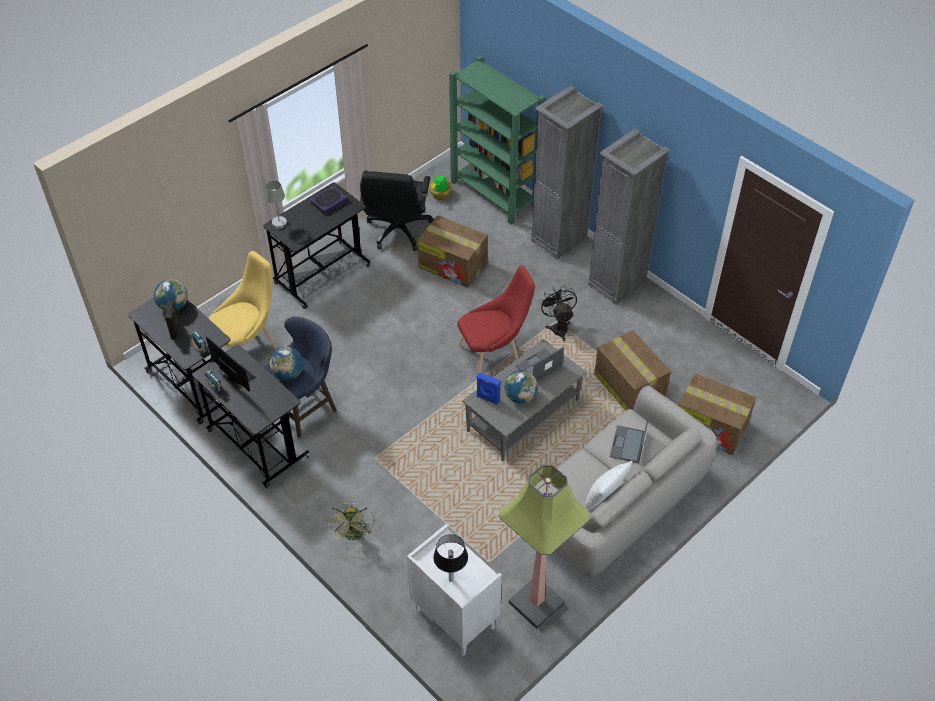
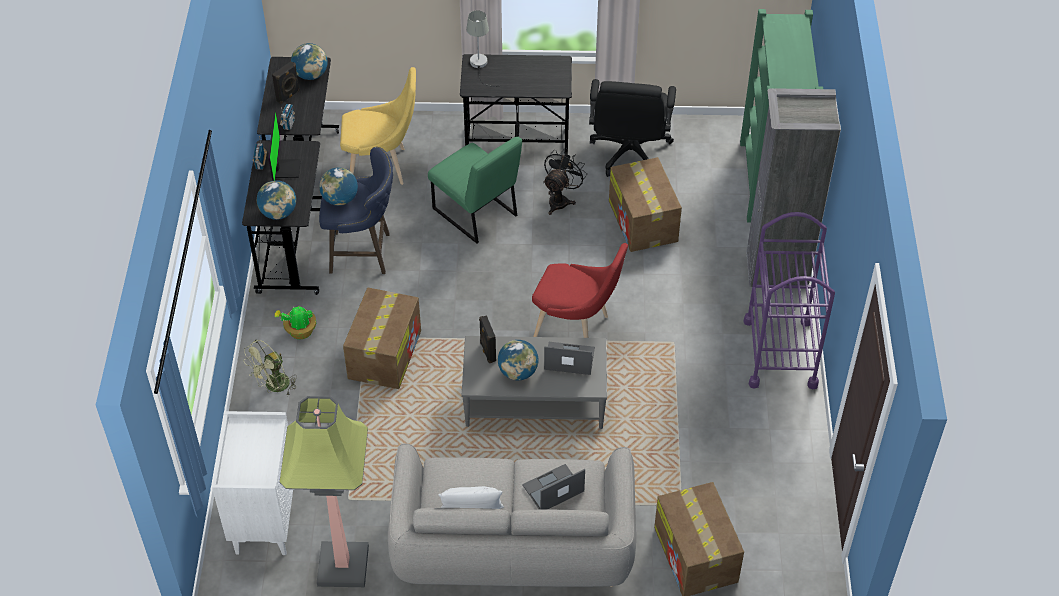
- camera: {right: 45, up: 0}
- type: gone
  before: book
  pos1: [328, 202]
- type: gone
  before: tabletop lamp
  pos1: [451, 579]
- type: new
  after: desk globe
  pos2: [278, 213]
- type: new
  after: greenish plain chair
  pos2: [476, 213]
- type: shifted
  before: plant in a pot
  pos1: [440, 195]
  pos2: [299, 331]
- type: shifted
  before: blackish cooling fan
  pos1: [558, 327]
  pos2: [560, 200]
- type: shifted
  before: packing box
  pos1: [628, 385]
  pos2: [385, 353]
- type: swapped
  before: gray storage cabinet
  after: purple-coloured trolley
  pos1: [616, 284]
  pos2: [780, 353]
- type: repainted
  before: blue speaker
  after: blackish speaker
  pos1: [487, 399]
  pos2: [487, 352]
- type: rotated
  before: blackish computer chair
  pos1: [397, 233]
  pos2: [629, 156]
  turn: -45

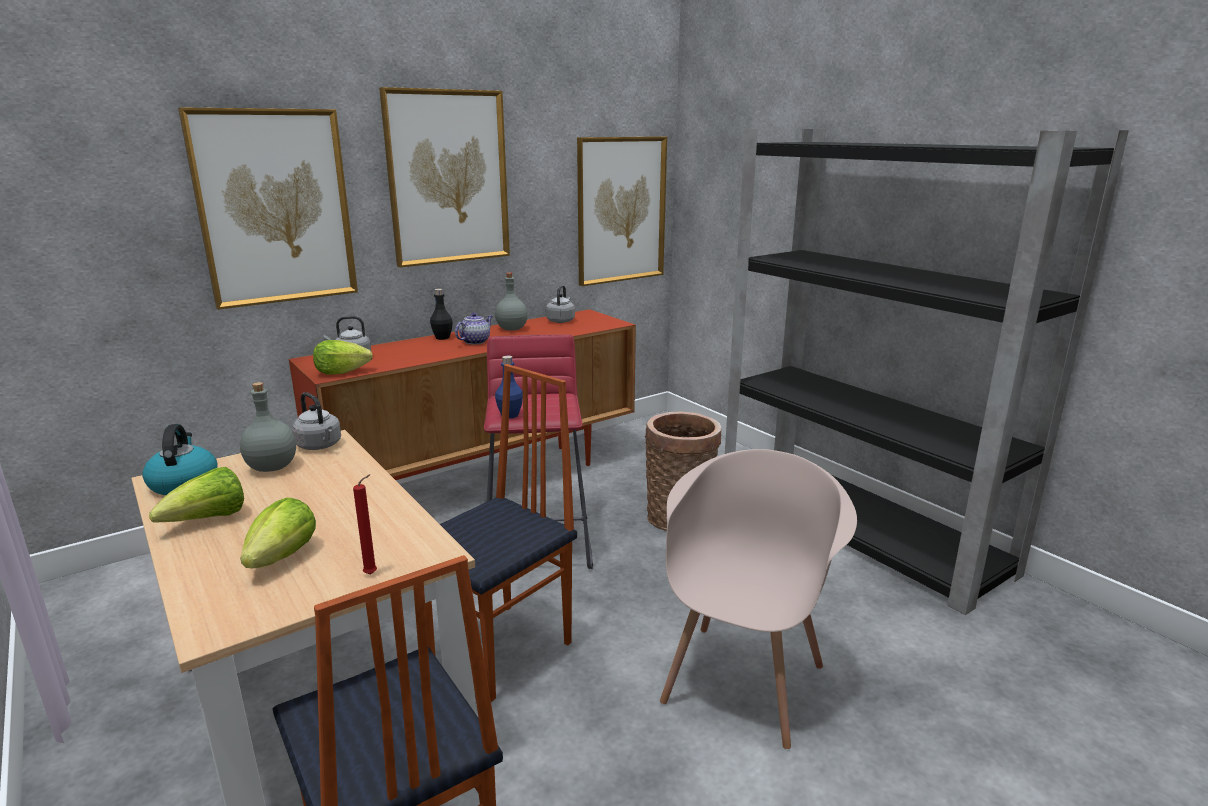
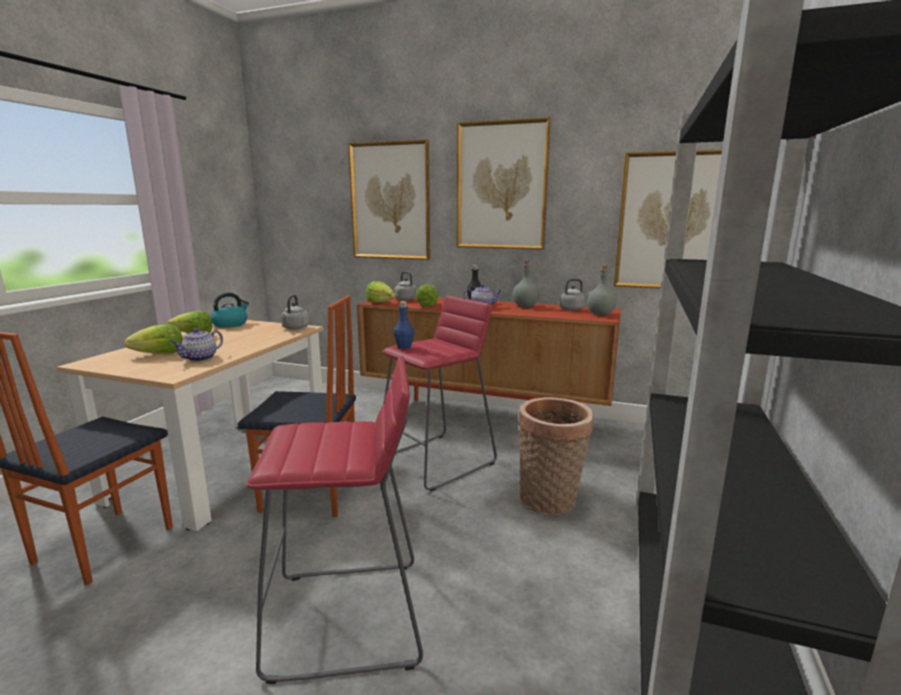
- camera: {right: 55, up: -5}
- type: gone
  before: reddish candle
  pos1: [373, 574]
- type: new
  after: tea pot
  pos2: [200, 358]
- type: new
  after: lettuce
  pos2: [428, 305]
- type: shifted
  before: gray drink bottle
  pos1: [271, 468]
  pos2: [600, 314]
- type: swapped
  before: sand-coloured plain chair
  after: reddish stool
  pos1: [743, 682]
  pos2: [348, 618]

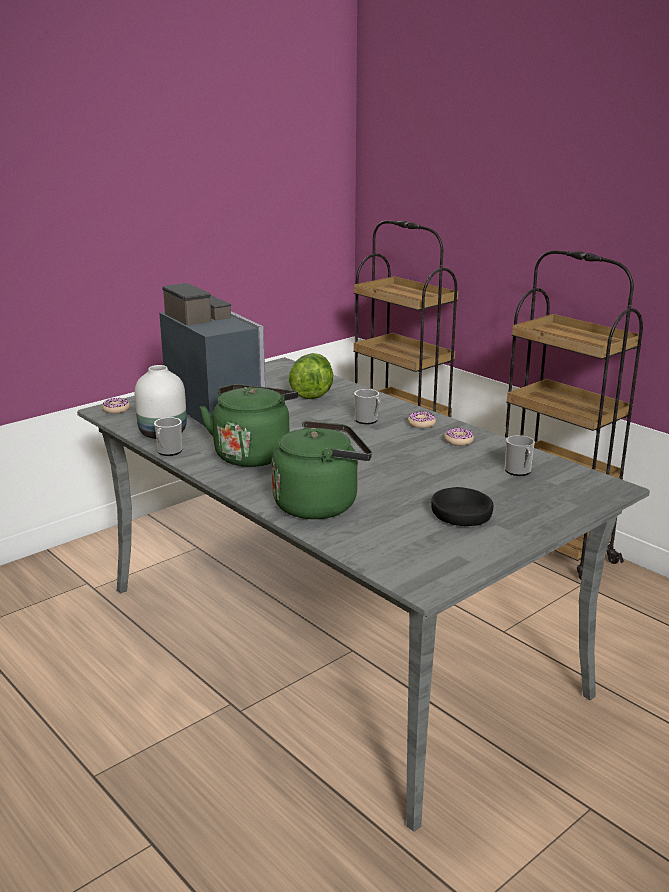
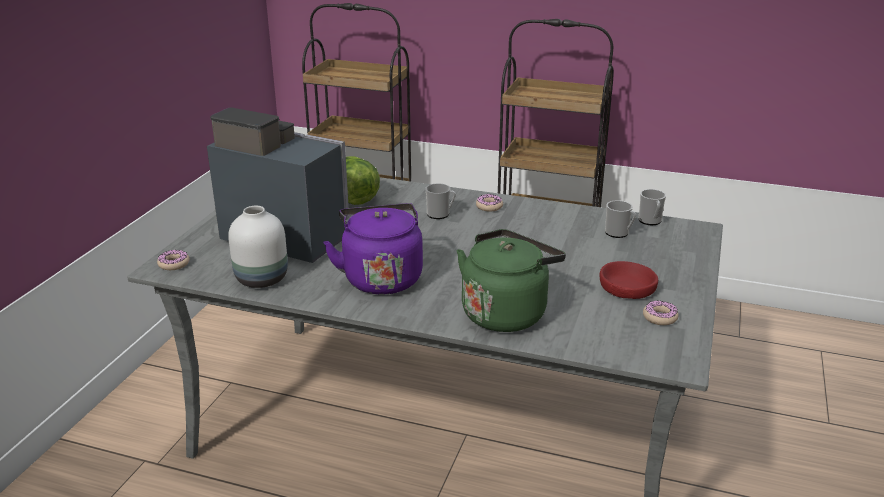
- camera: {right: -30, up: 5}
- type: shifted
  before: coffee mug
  pos1: [168, 452]
  pos2: [650, 221]
- type: shifted
  before: donut
  pos1: [458, 441]
  pos2: [660, 317]
- type: repainted
  before: greenish water kettle
  after: purple-coloured water kettle
  pos1: [253, 454]
  pos2: [381, 277]
- type: repainted
  before: blackish serving bowl
  after: reddish serving bowl
  pos1: [461, 515]
  pos2: [627, 287]

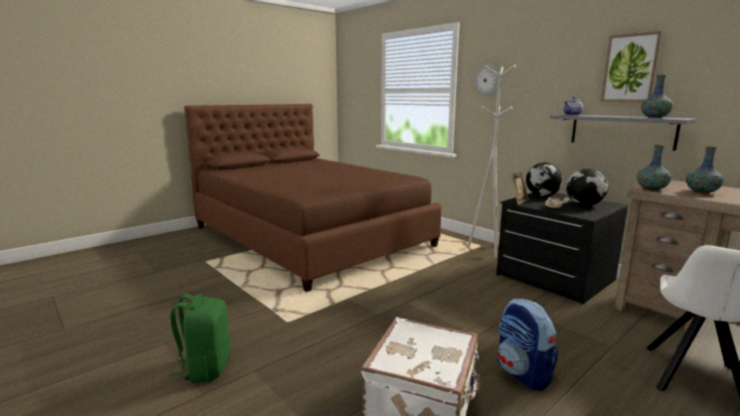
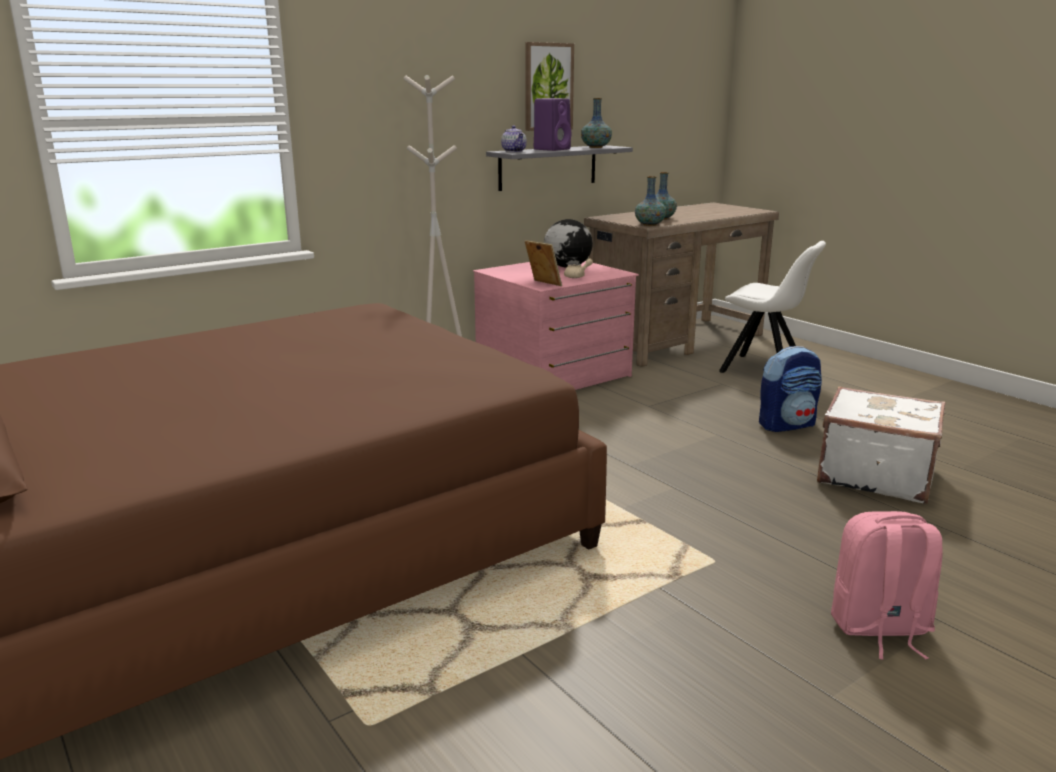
- camera: {right: -85, up: 5}
- type: gone
  before: hanging clock
  pos1: [487, 80]
- type: gone
  before: desk globe
  pos1: [542, 196]
- type: new
  after: purple-coloured speaker
  pos2: [552, 149]
- type: repainted
  before: greenish backpack
  after: pink-coloured backpack
  pos1: [205, 367]
  pos2: [879, 629]
- type: repainted
  before: blackish chest of drawers
  after: pink-coloured chest of drawers
  pos1: [554, 277]
  pos2: [554, 374]

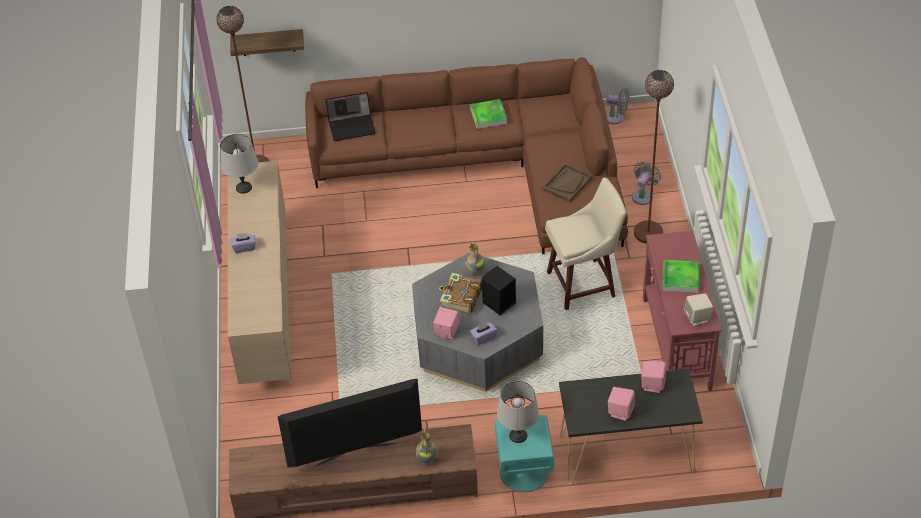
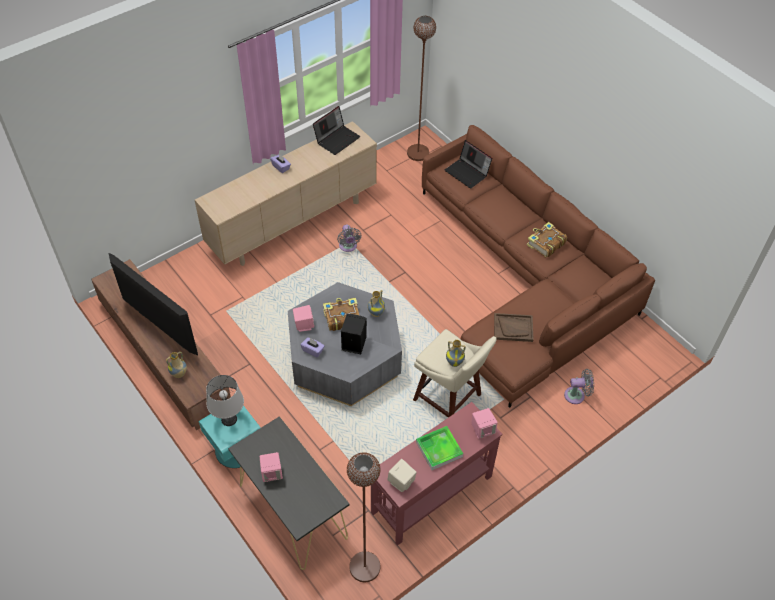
- camera: {right: 55, up: 5}
- type: gone
  before: bracket shelf
  pos1: [268, 42]
- type: new
  after: vase
  pos2: [454, 362]
- type: shifted
  before: gray cooling fan
  pos1: [616, 118]
  pos2: [348, 247]
- type: shifted
  before: brown-coloured standard lamp
  pos1: [648, 233]
  pos2: [365, 567]
- type: shifted
  before: pink-coloured speaker
  pos1: [652, 384]
  pos2: [482, 430]
- type: swapped
  before: gray tabletop lamp
  after: laptop
  pos1: [243, 187]
  pos2: [337, 139]
- type: swapped
  before: tray
  after: book
  pos1: [488, 116]
  pos2: [545, 244]

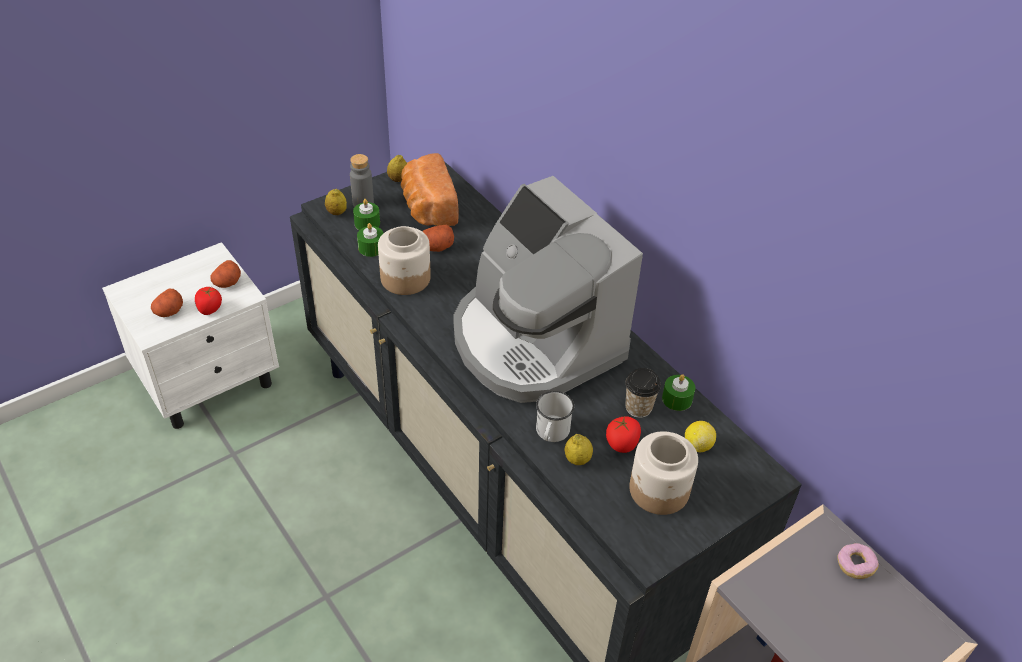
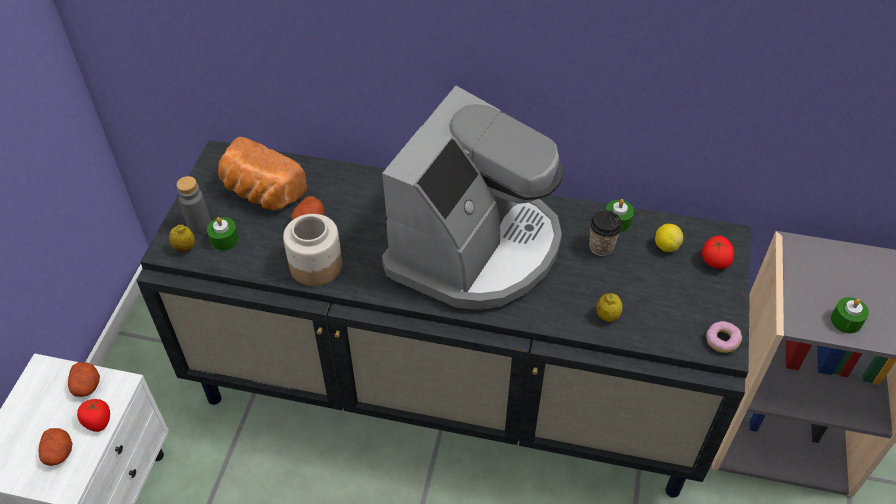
- camera: {right: -40, up: 5}
- type: gone
  before: whole lemon
  pos1: [398, 179]
- type: gone
  before: white coffee mug
  pos1: [551, 433]
- type: gone
  before: preserve jar
  pos1: [659, 491]
- type: shifted
  before: greenish candle
  pos1: [371, 248]
  pos2: [846, 321]
- type: shifted
  before: tomato
  pos1: [622, 444]
  pos2: [714, 261]
- type: shifted
  before: donut
  pos1: [855, 566]
  pos2: [722, 341]
- type: rotated
  before: coffee machine
  pos1: [534, 342]
  pos2: [475, 248]
  turn: -75

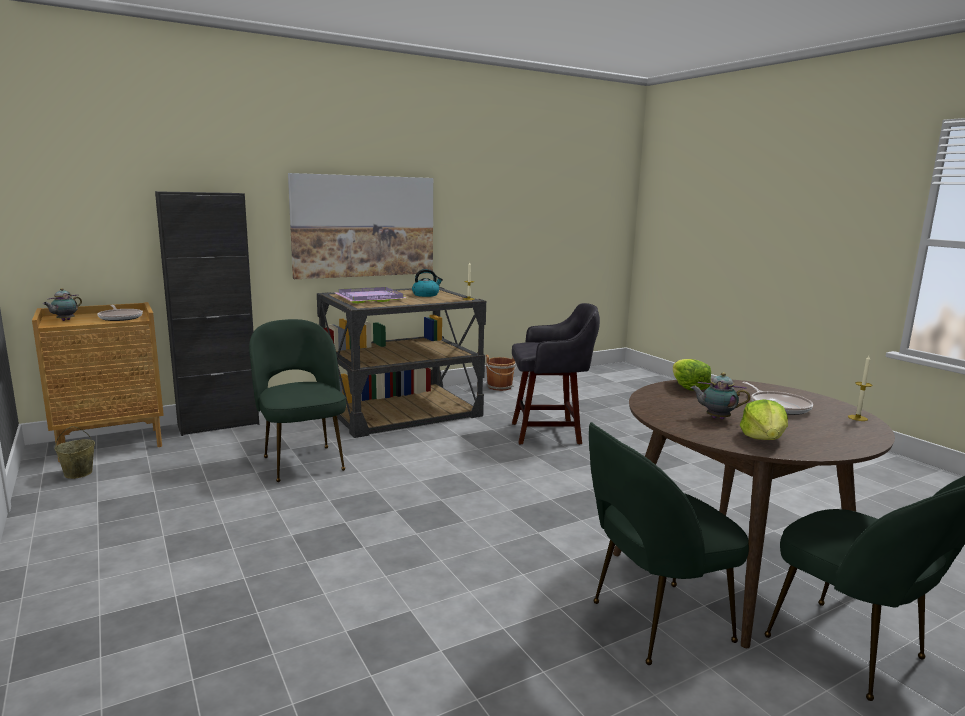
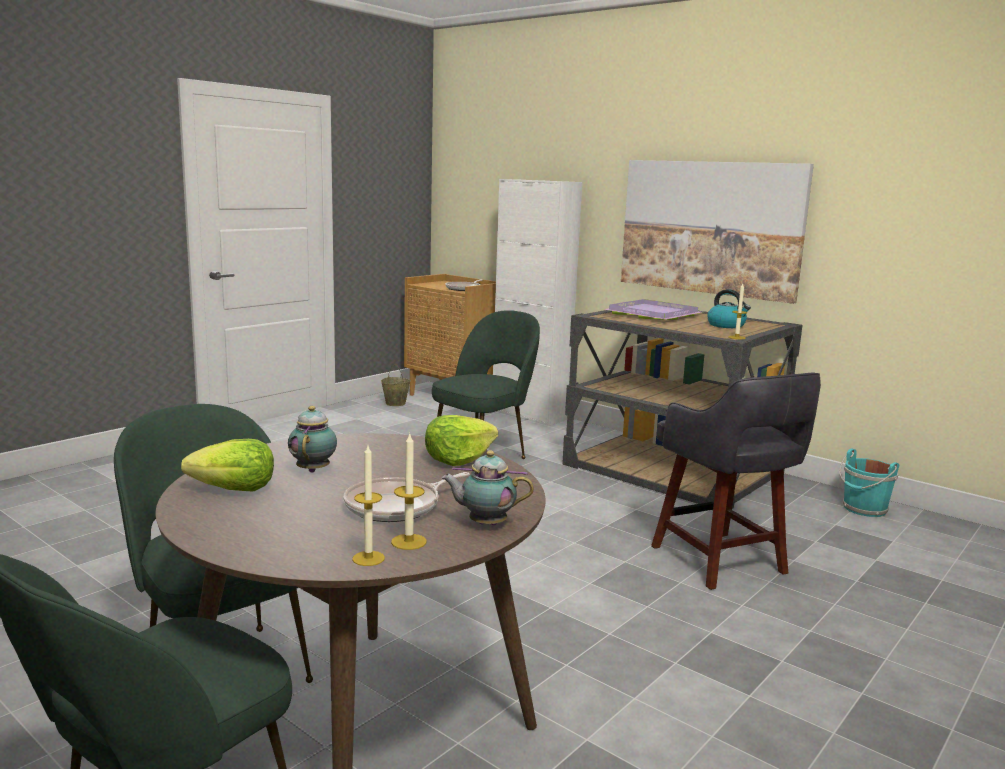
- camera: {right: 70, up: 0}
- type: new
  after: candle
  pos2: [408, 542]
- type: shifted
  before: tea pot
  pos1: [64, 320]
  pos2: [485, 524]
- type: repainted
  before: blackish storage cabinet
  after: white storage cabinet
  pos1: [218, 425]
  pos2: [529, 414]
- type: repainted
  before: brown-coloured bucket
  after: turquoise bucket
  pos1: [500, 387]
  pos2: [863, 509]

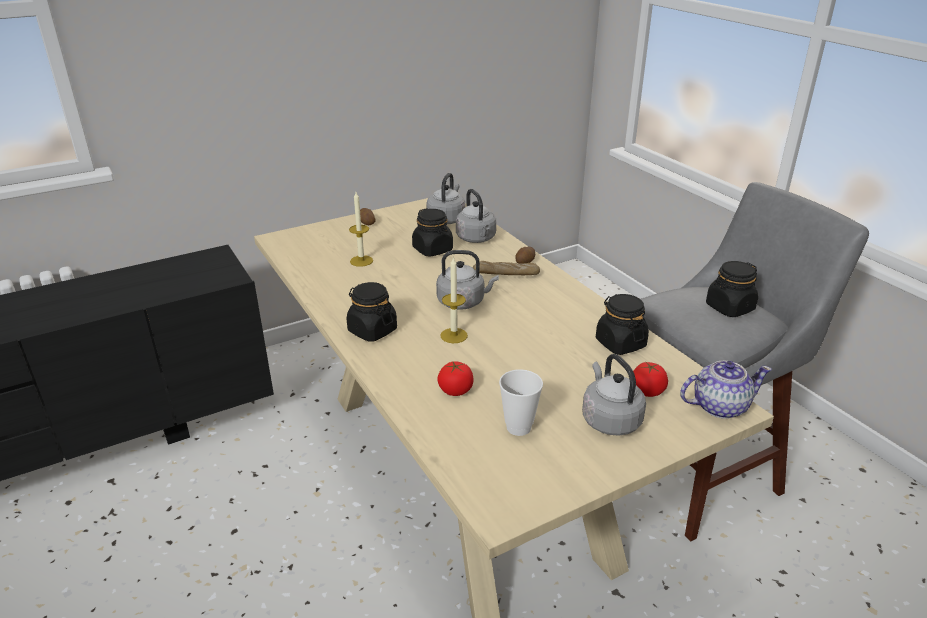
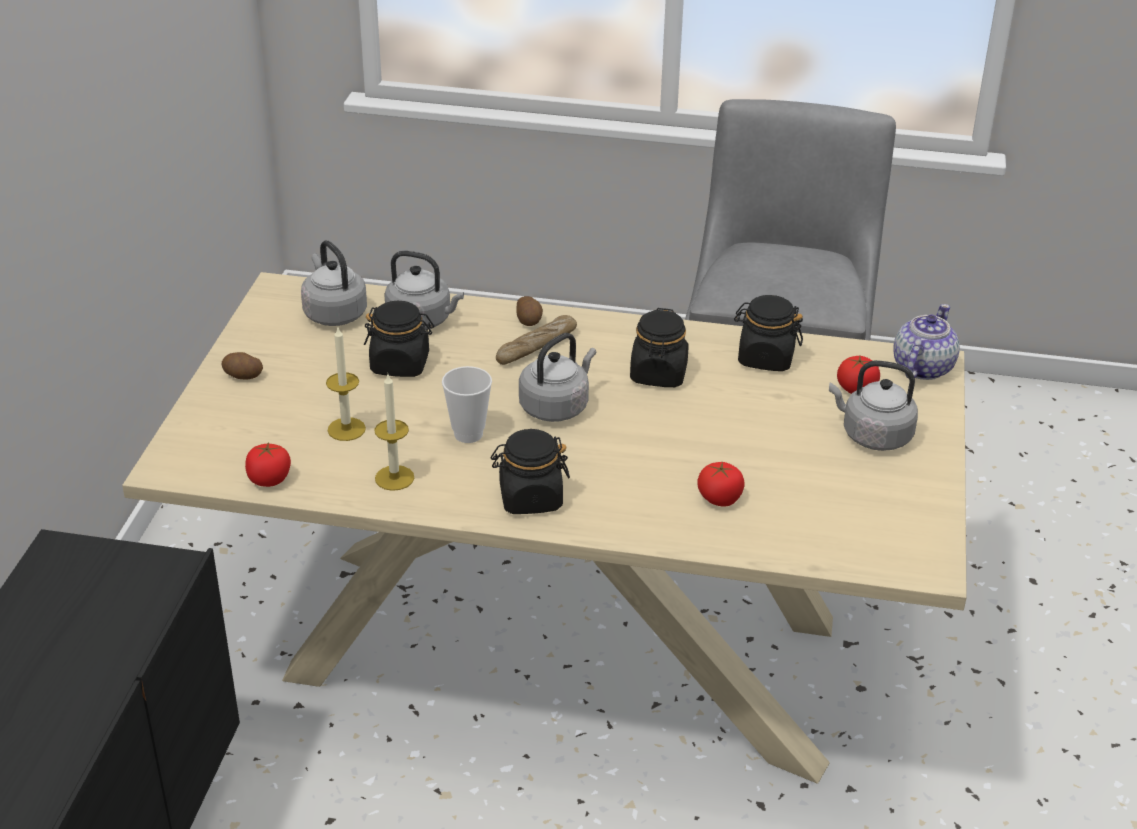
- camera: {right: -50, up: 5}
- type: new
  after: tomato
  pos2: [269, 479]
- type: shifted
  before: candle
  pos1: [454, 335]
  pos2: [394, 478]
- type: shifted
  before: drinking cup
  pos1: [518, 427]
  pos2: [468, 434]
- type: shifted
  before: blackish preserve jar
  pos1: [729, 308]
  pos2: [658, 374]

